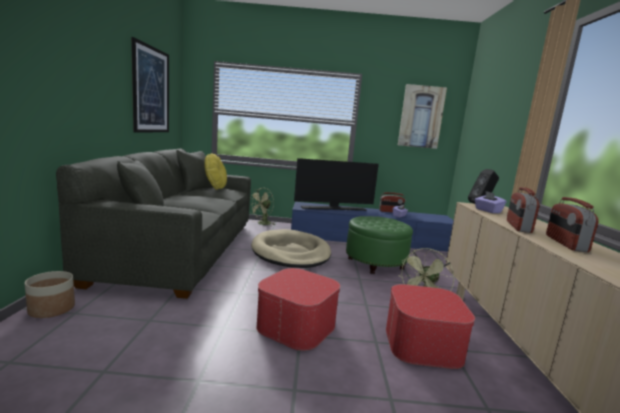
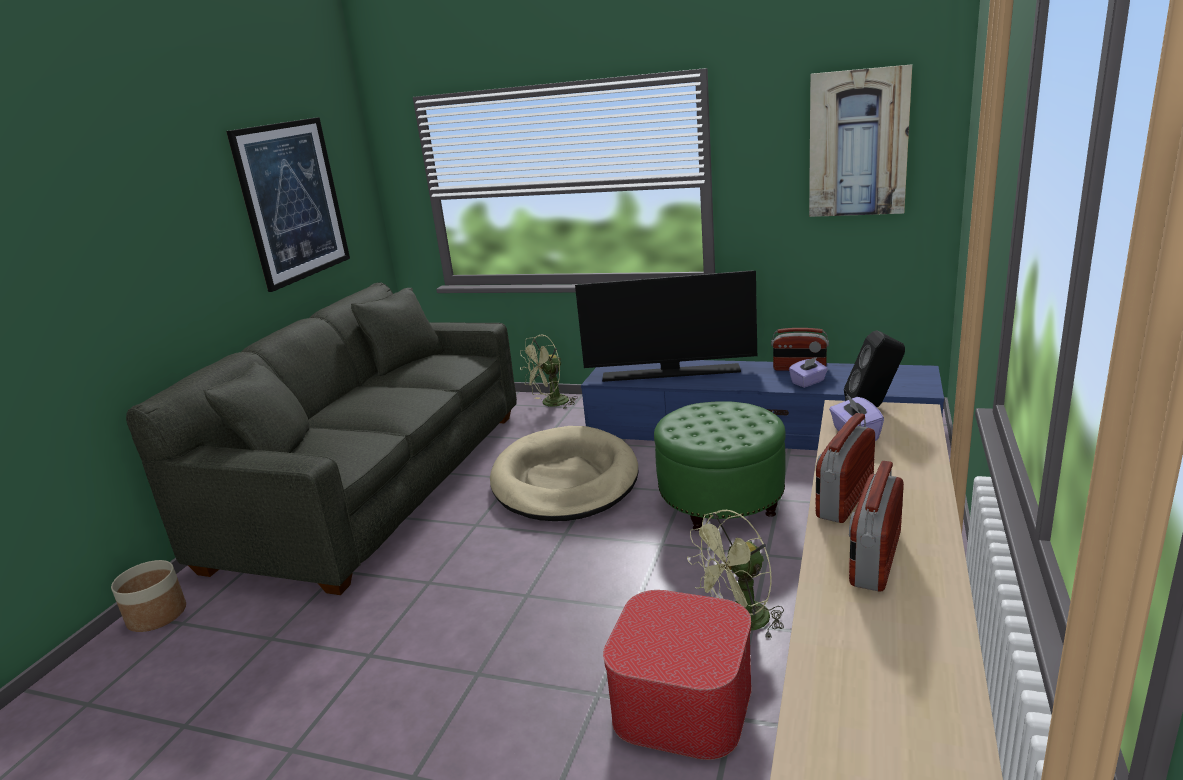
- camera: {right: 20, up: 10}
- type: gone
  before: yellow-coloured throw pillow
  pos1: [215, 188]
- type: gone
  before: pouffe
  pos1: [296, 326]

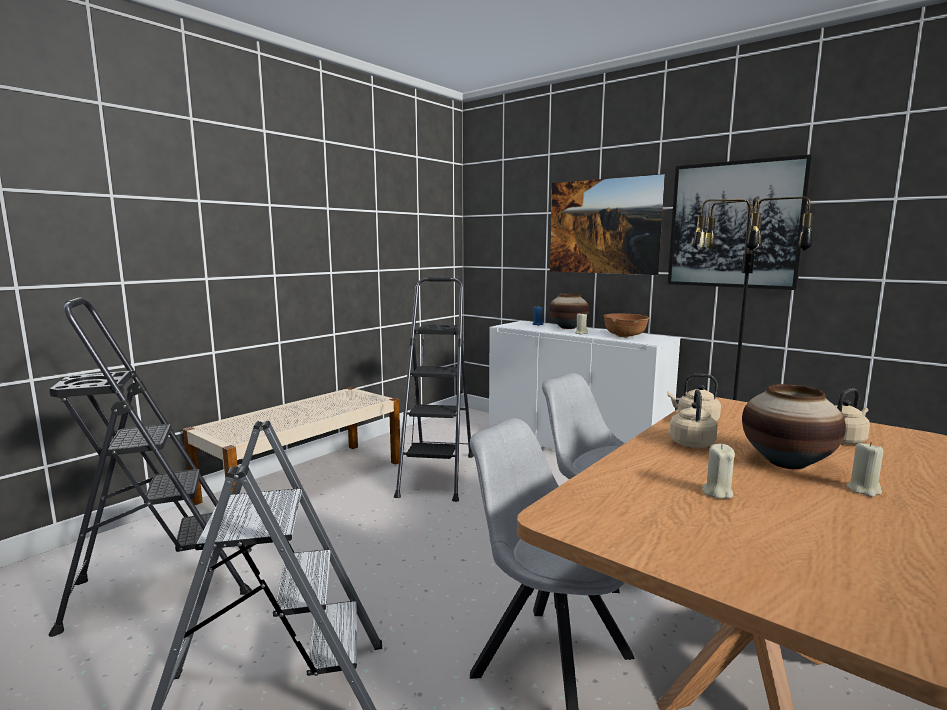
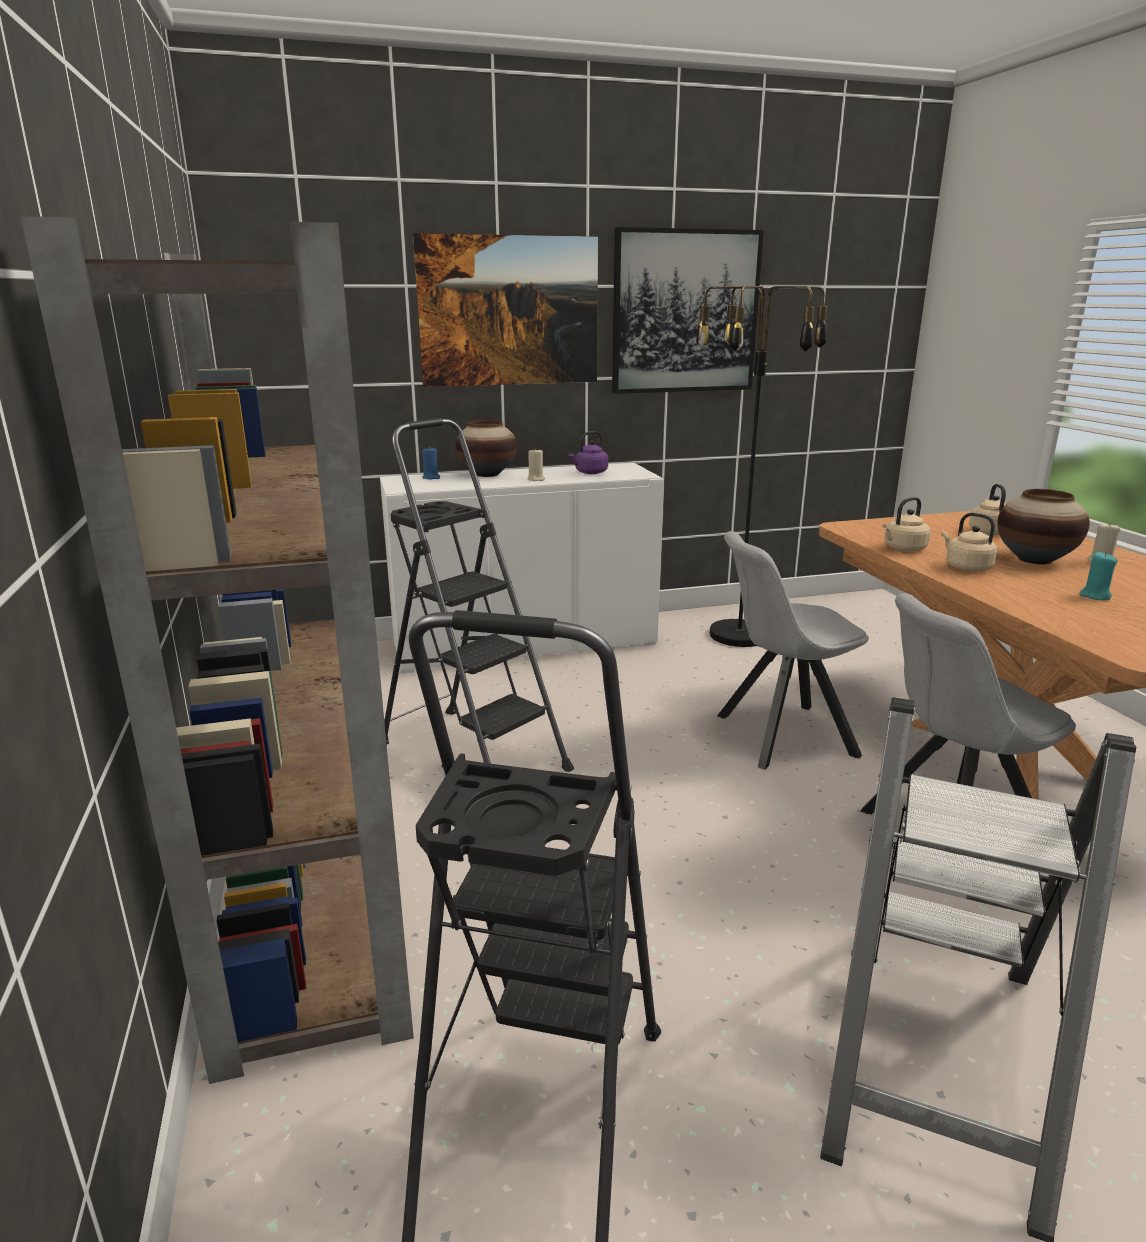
- camera: {right: -55, up: 10}
- type: swapped
  before: sand-coloured long seat
  after: brown-coloured bookcase
  pos1: [304, 481]
  pos2: [315, 879]
- type: swapped
  before: brown-coloured serving bowl
  after: purple-coloured water kettle
  pos1: [625, 336]
  pos2: [589, 472]
- type: repainted
  before: sand-coloured candle
  after: turquoise candle
  pos1: [717, 492]
  pos2: [1094, 596]

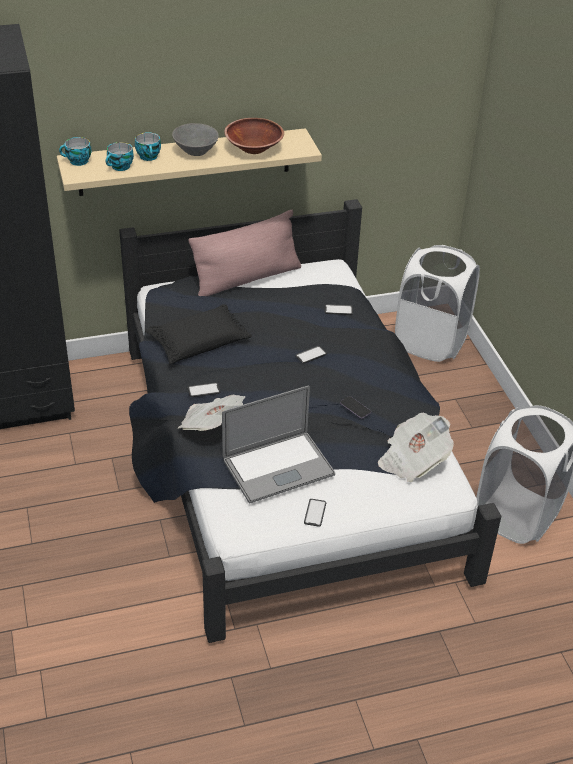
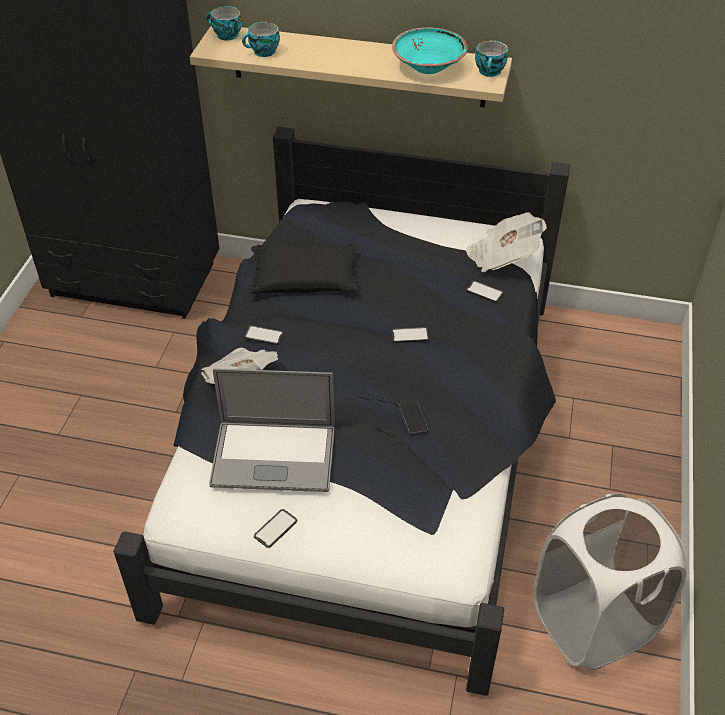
- camera: {right: 30, up: 5}
- type: gone
  before: gray serving bowl
  pos1: [196, 152]
- type: gone
  before: pink-coloured throw pillow
  pos1: [247, 279]
- type: gone
  before: white washing basket
  pos1: [431, 342]
- type: shifted
  before: drinking cup
  pos1: [149, 157]
  pos2: [490, 72]
- type: shifted
  before: daily paper
  pos1: [412, 460]
  pos2: [502, 257]
- type: repainted
  before: brown-coloured serving bowl
  after: turquoise serving bowl
  pos1: [254, 148]
  pos2: [428, 66]

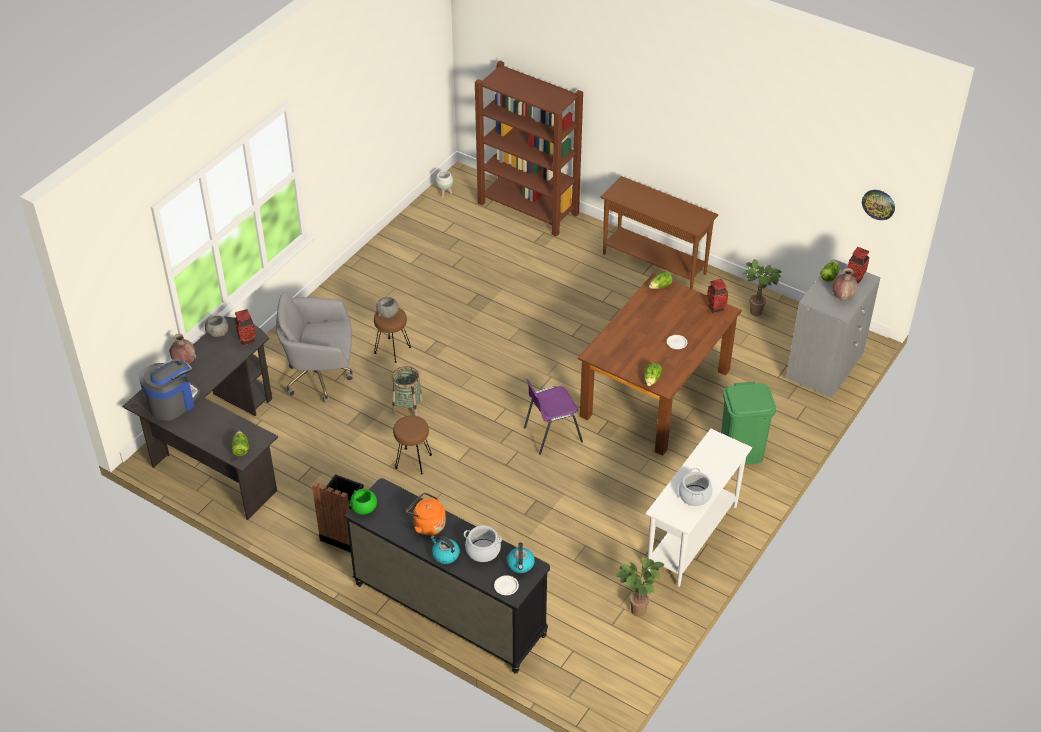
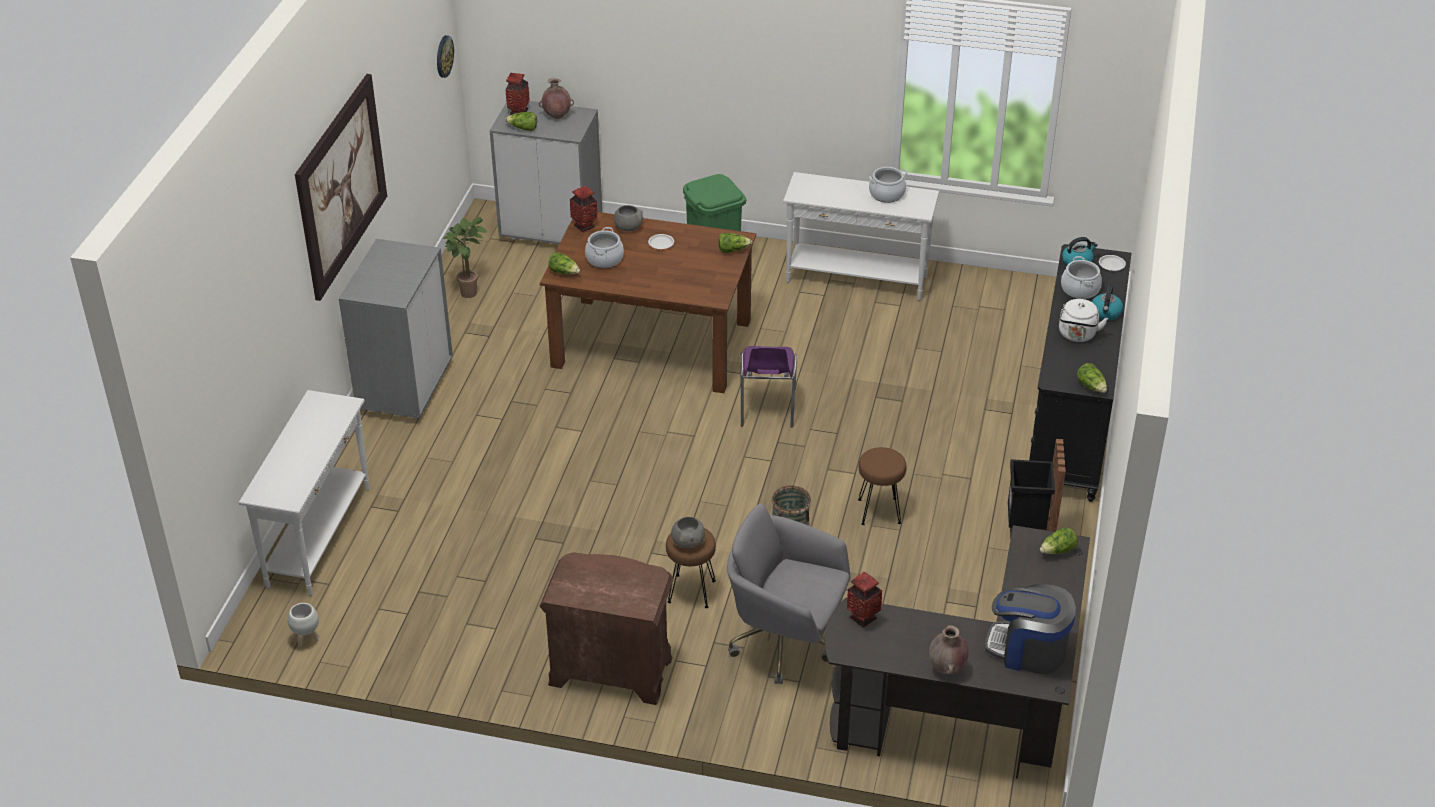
- camera: {right: -110, up: -5}
- type: gone
  before: plant in a pot
  pos1: [637, 612]
- type: new
  after: wall art
  pos2: [341, 185]
- type: new
  after: brown-coloured night table
  pos2: [611, 666]
- type: new
  after: stockpot
  pos2: [604, 259]
- type: shifted
  before: gray serving bowl
  pos1: [218, 332]
  pos2: [628, 228]
- type: swapped
  before: greenish serving bowl
  after: lettuce
  pos1: [364, 508]
  pos2: [1091, 387]
- type: swapped
  before: brown-coloured bookcase
  after: white narrow table
  pos1: [528, 208]
  pos2: [318, 536]
- type: swapped
  before: brown-coloured narrow table
  after: gray storage cabinet
  pos1: [655, 264]
  pos2: [406, 388]
- type: repainted
  before: orange water kettle
  after: white water kettle
  pos1: [427, 525]
  pos2: [1077, 335]
- type: rotated
  before: gray computer chair
  pos1: [321, 379]
  pos2: [786, 646]
  turn: 135
- type: rotated
  before: purple-coloured plain chair
  pos1: [551, 434]
  pos2: [767, 409]
  turn: 45

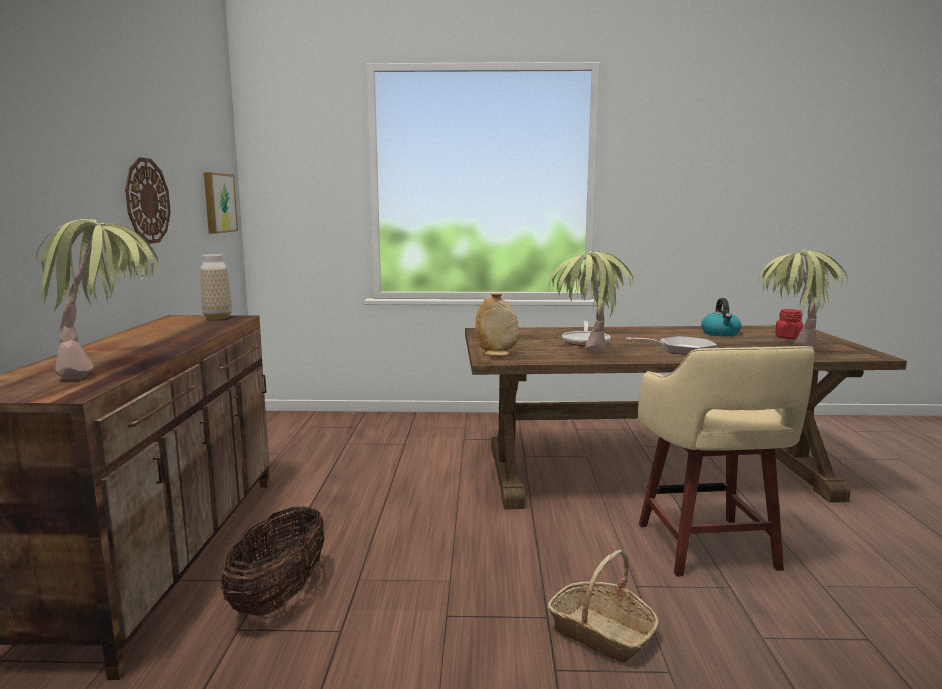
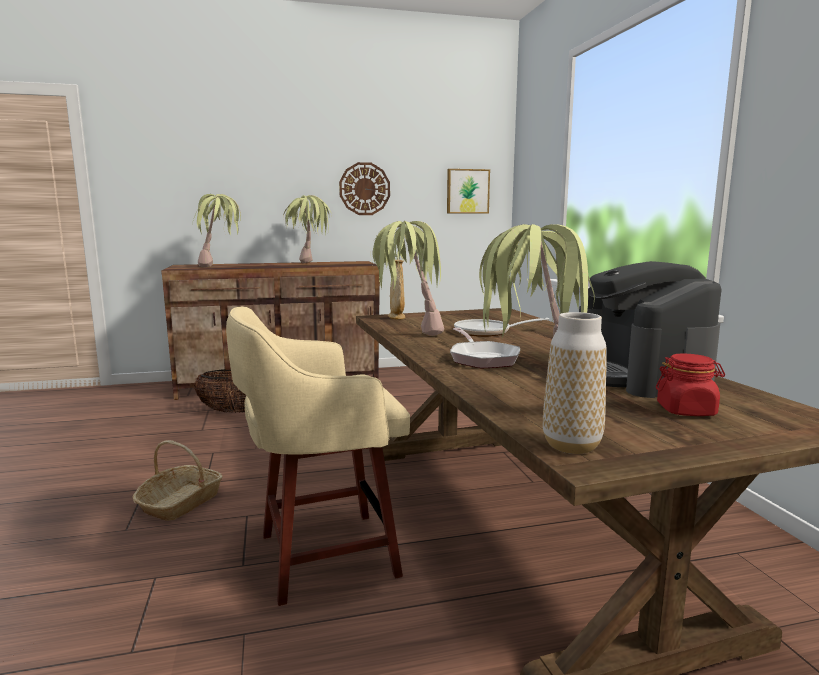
- camera: {right: 75, up: 0}
- type: new
  after: plant in a pot
  pos2: [309, 264]
- type: shifted
  before: vase
  pos1: [217, 318]
  pos2: [571, 445]
- type: swapped
  before: water kettle
  after: coffee machine
  pos1: [720, 333]
  pos2: [639, 375]

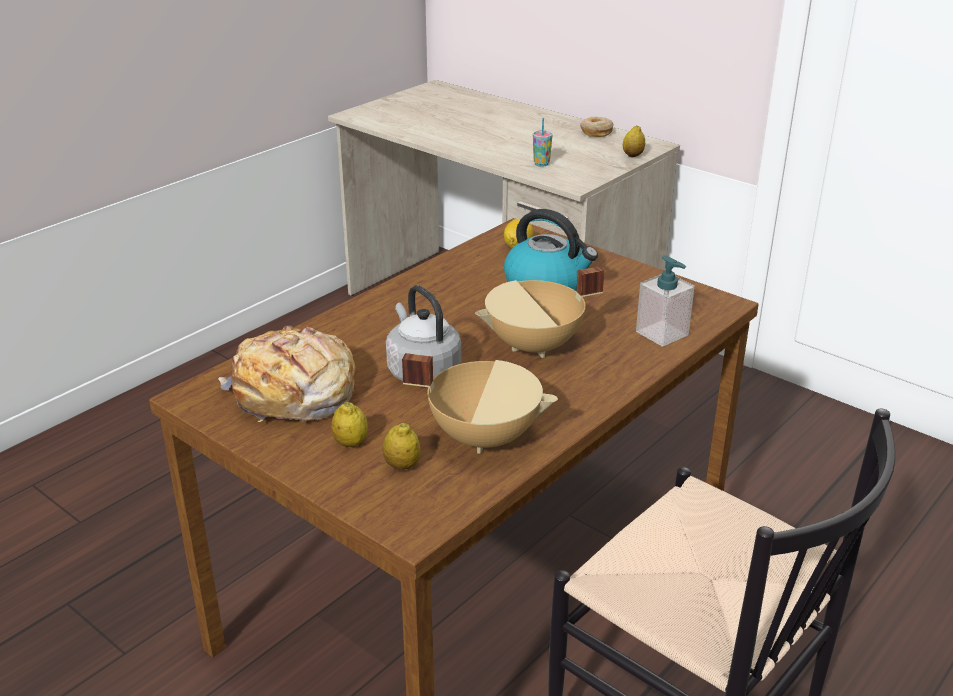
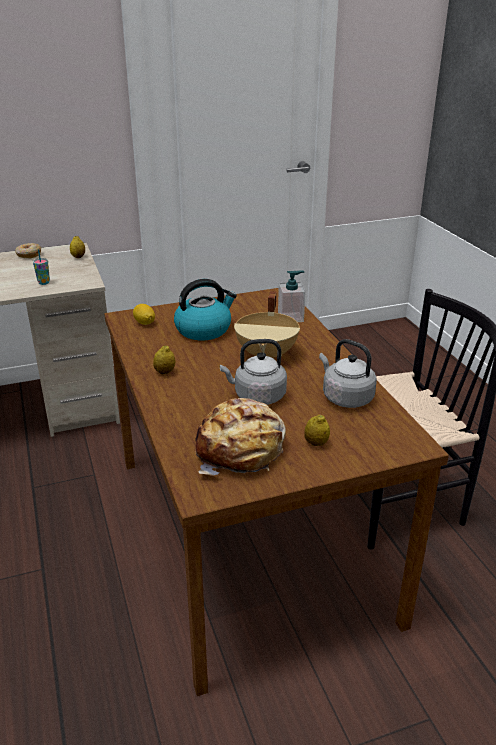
- camera: {right: -60, up: 0}
- type: shifted
  before: whole lemon
  pos1: [402, 465]
  pos2: [165, 372]
- type: swapped
  before: sand-coloured stockpot
  after: gray water kettle
  pos1: [484, 436]
  pos2: [345, 397]

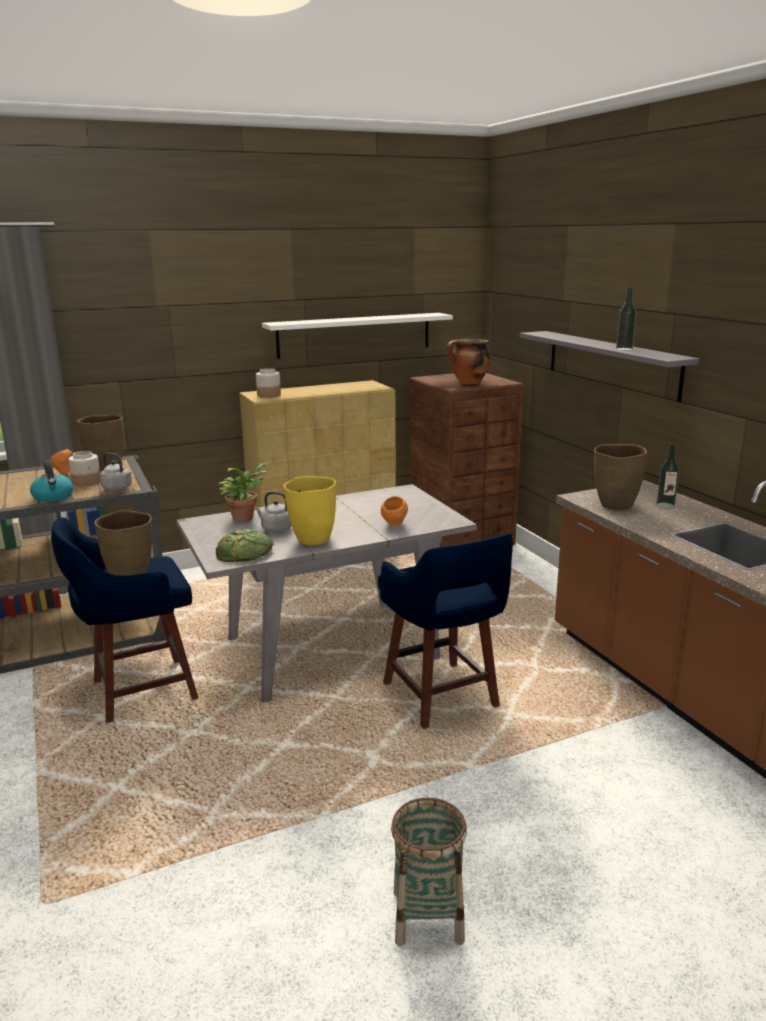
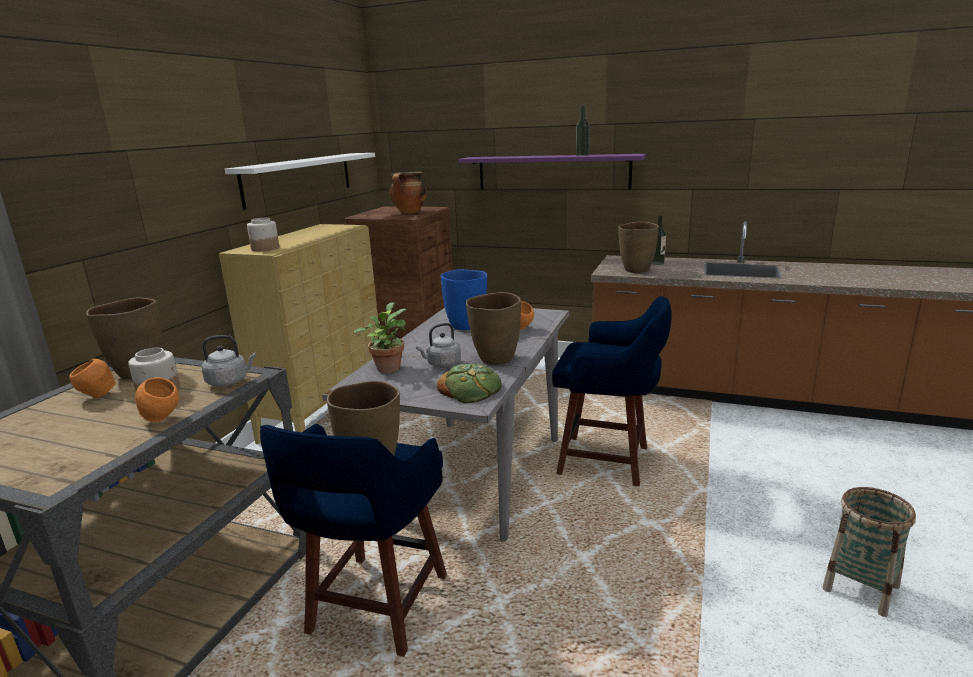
- camera: {right: -45, up: 0}
- type: new
  after: blue vase
  pos2: [466, 326]
- type: swapped
  before: water kettle
  after: orange serving bowl
  pos1: [53, 497]
  pos2: [162, 419]
- type: repainted
  before: yellow-coloured vase
  after: brown-coloured vase
  pos1: [312, 540]
  pos2: [496, 359]
- type: repainted
  before: gray bracket shelf
  after: purple-coloured bracket shelf
  pos1: [611, 363]
  pos2: [553, 172]

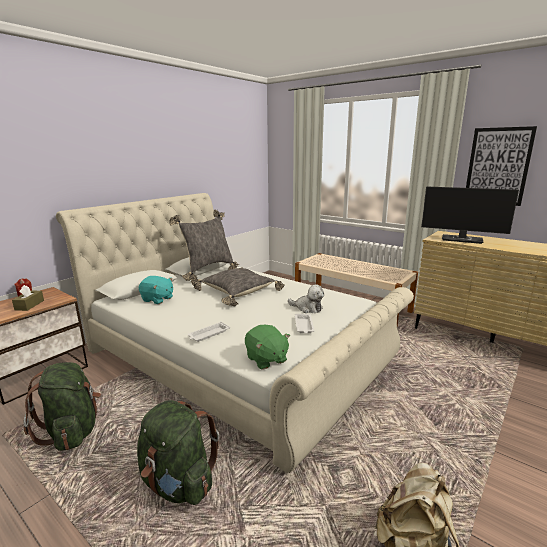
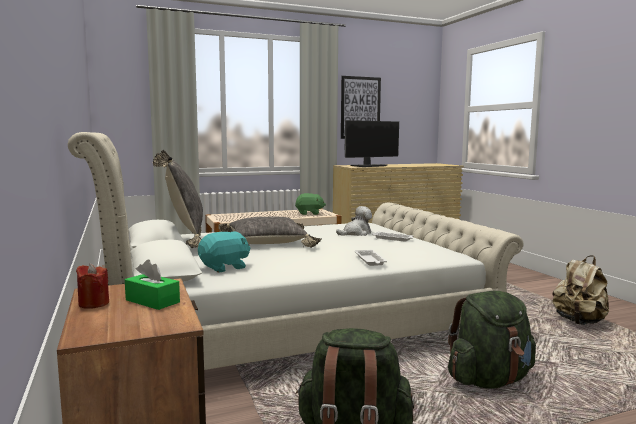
- camera: {right: -60, up: -10}
- type: shifted
  before: greenish soft toy
  pos1: [266, 359]
  pos2: [309, 213]
- type: repainted
  before: brown-coloured tissue holder
  after: greenish tissue holder
  pos1: [29, 305]
  pos2: [152, 301]

